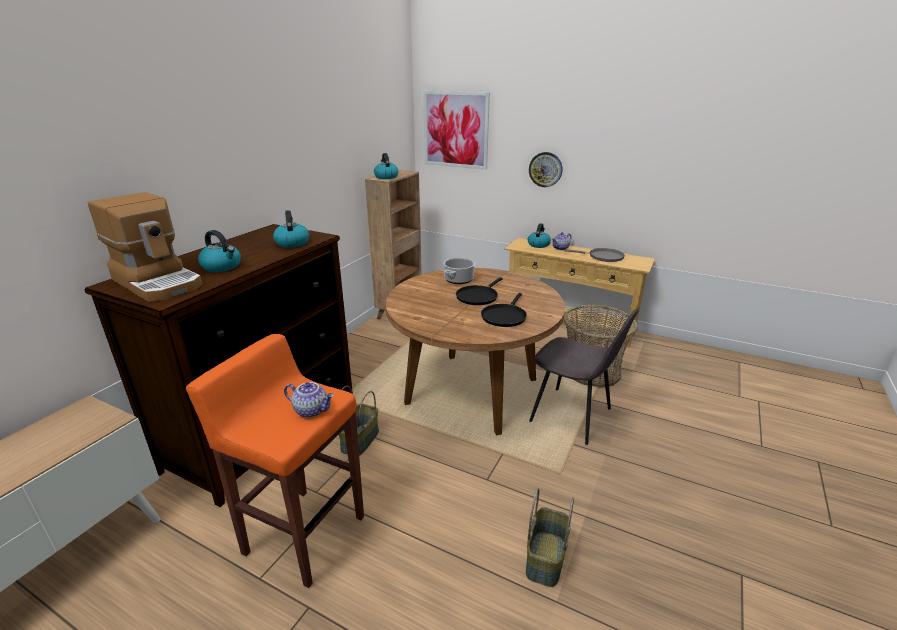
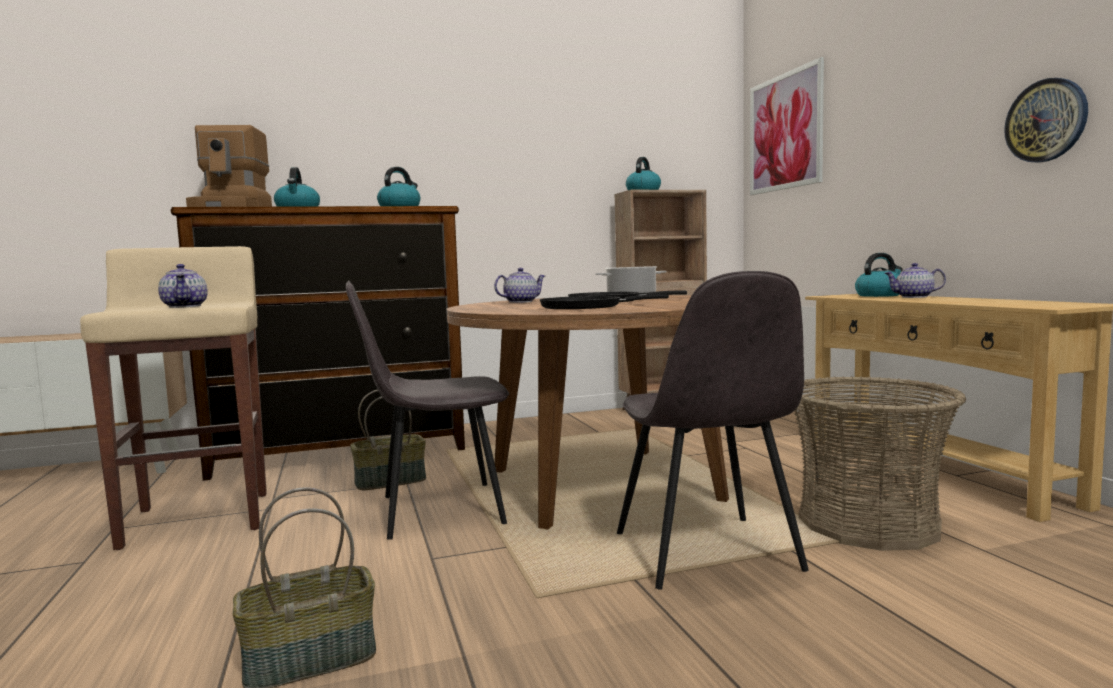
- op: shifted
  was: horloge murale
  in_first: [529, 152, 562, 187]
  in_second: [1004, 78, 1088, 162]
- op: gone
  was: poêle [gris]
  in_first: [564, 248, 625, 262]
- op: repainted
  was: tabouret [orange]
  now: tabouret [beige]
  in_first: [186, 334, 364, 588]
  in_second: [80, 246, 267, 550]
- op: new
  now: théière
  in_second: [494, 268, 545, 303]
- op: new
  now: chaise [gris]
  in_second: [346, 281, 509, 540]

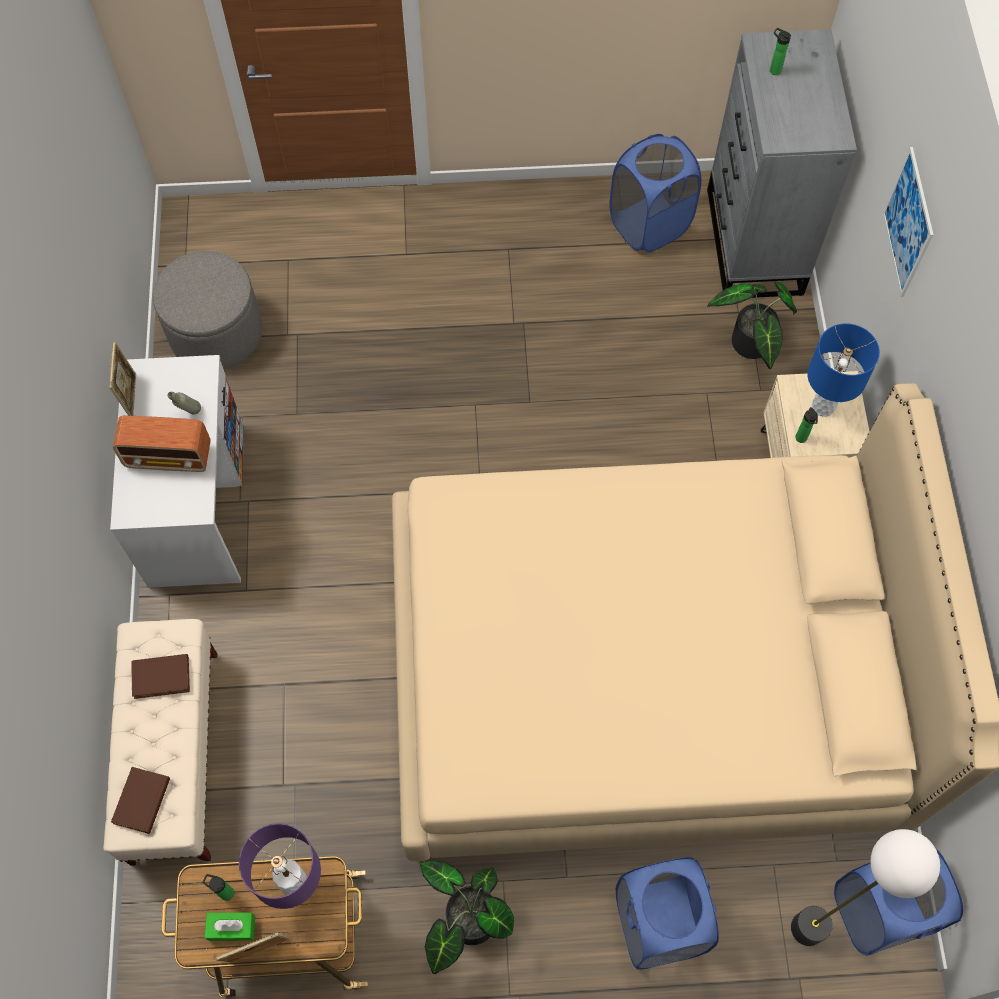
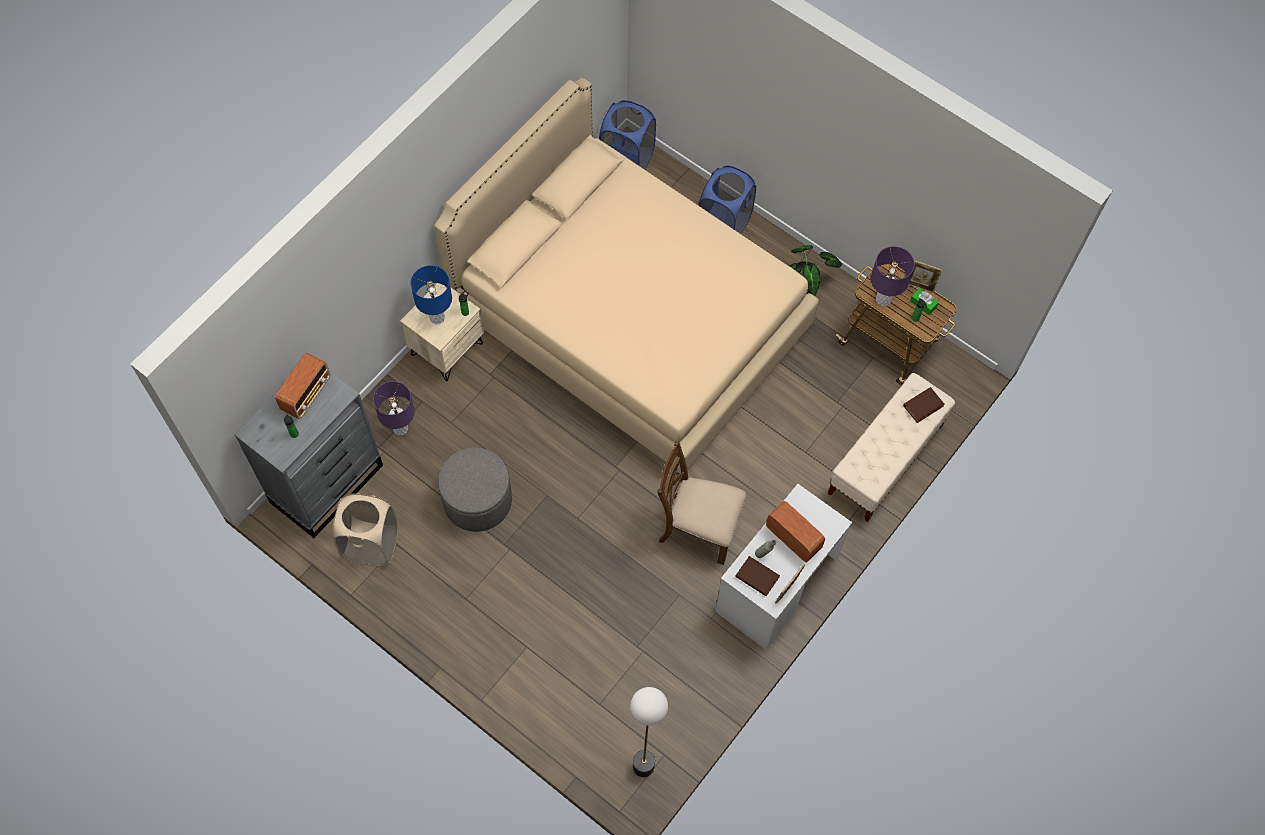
- op: repainted
  was: panier à linge [bleu]
  now: panier à linge [beige]
  in_first: [609, 134, 702, 252]
  in_second: [332, 493, 398, 567]
- op: gone
  was: tableau
  in_first: [883, 147, 933, 297]
- op: shifted
  was: pouf [gris]
  in_first: [153, 251, 263, 369]
  in_second: [438, 448, 512, 532]
- op: swapped
  was: plante en pot
  now: lampe de table [violet]
  in_first: [707, 281, 797, 369]
  in_second: [373, 381, 415, 435]
- op: shifted
  was: livre [marron]
  in_first: [132, 654, 190, 699]
  in_second: [735, 556, 780, 596]
- op: shifted
  was: lampadaire
  in_first: [791, 829, 940, 946]
  in_second: [630, 687, 668, 777]
- op: new
  now: radio
  in_second: [275, 353, 330, 419]
- op: new
  now: chaise [marron]
  in_second: [657, 441, 746, 565]

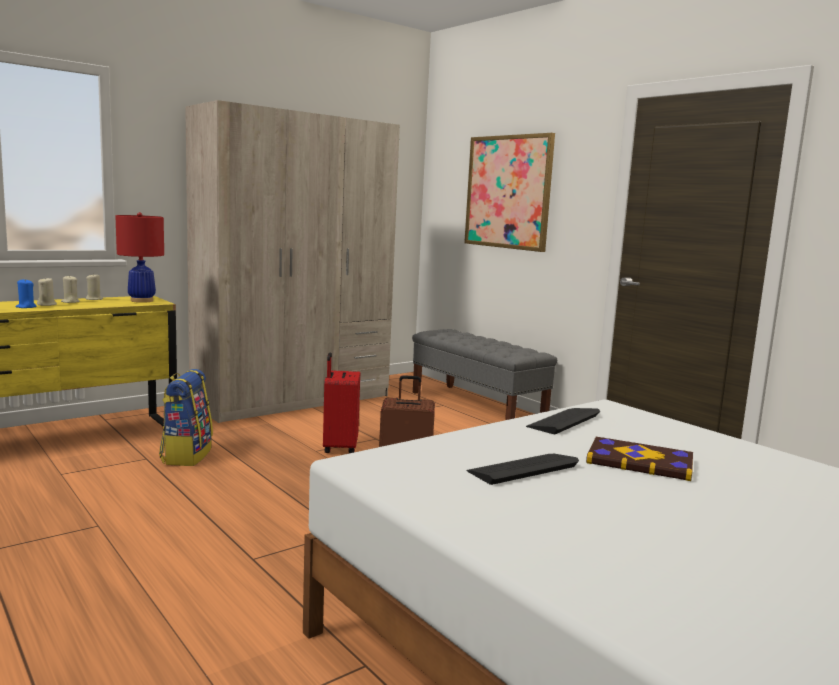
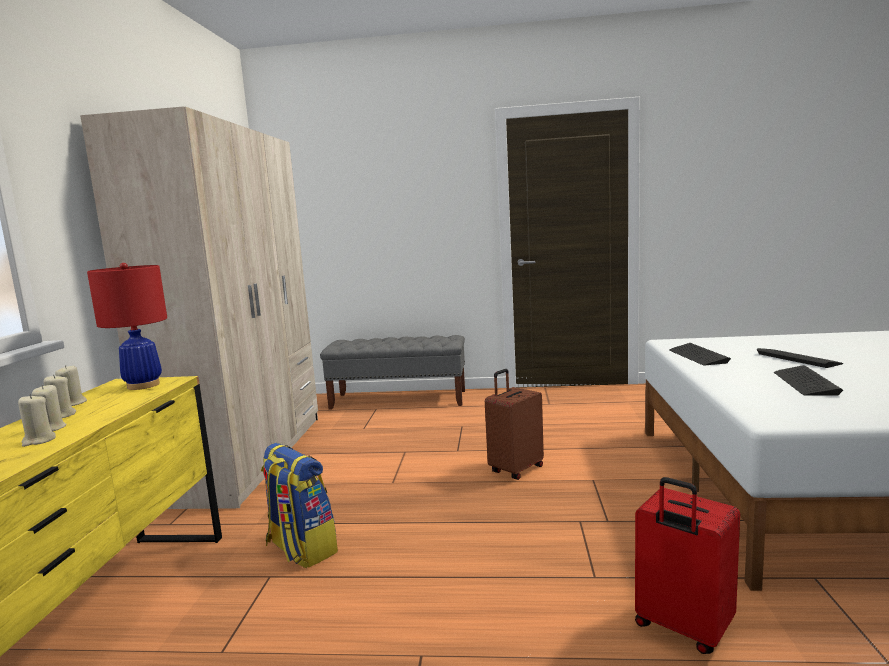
- op: gone
  was: tableau
  in_first: [464, 133, 555, 252]
- op: repainted
  was: bougie [bleu]
  now: bougie [beige]
  in_first: [16, 280, 37, 308]
  in_second: [18, 394, 56, 447]
- op: shifted
  was: valise [rouge]
  in_first: [323, 352, 360, 453]
  in_second: [635, 477, 740, 654]
- op: swapped
  was: livre
  now: clavier
  in_first: [586, 437, 693, 481]
  in_second: [757, 348, 844, 368]

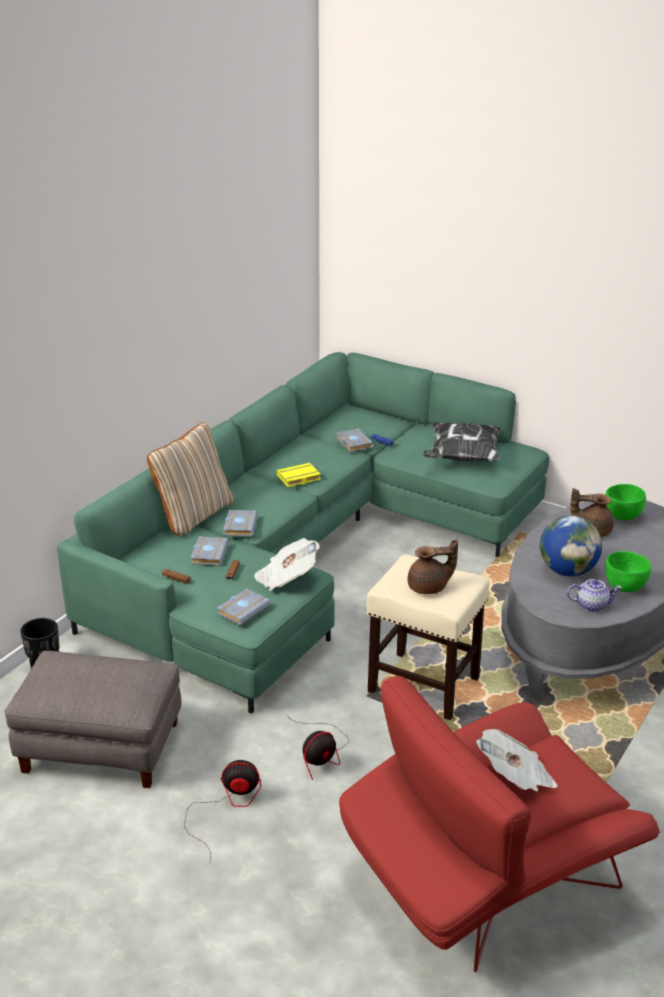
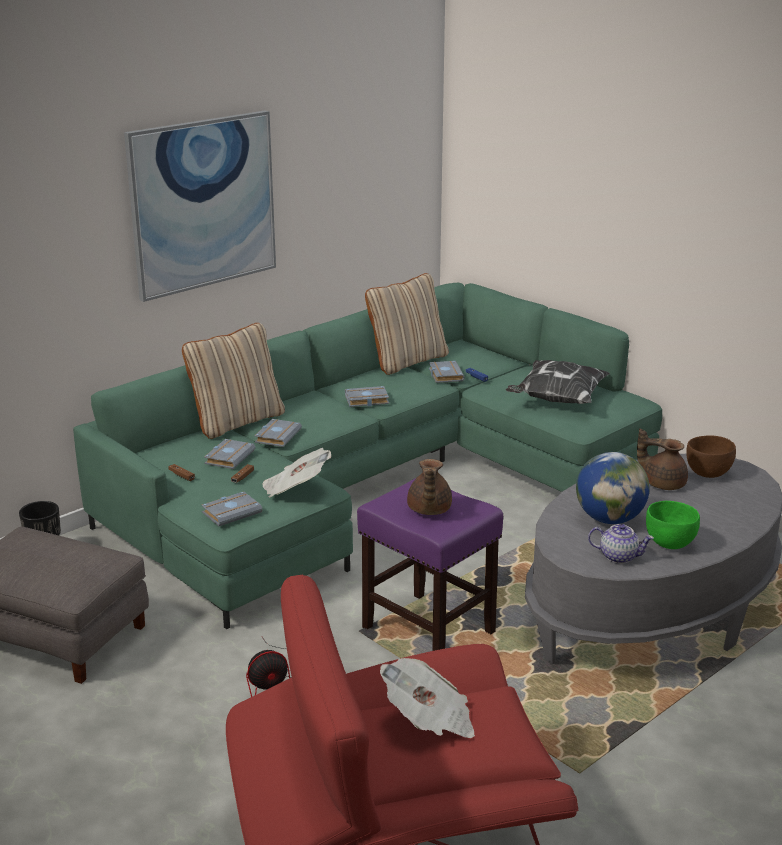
- op: repainted
  was: livre [jaune]
  now: livre [gris]
  in_first: [276, 463, 321, 487]
  in_second: [345, 386, 389, 407]
- op: repainted
  was: bol [vert]
  now: bol [marron]
  in_first: [605, 484, 646, 520]
  in_second: [686, 435, 736, 478]
- op: rotated
  was: théière [marron]
  in_first: [407, 539, 458, 594]
  in_second: [407, 459, 452, 515]
  clockwise: 90
- op: repainted
  was: tabouret [beige]
  now: tabouret [violet]
  in_first: [367, 554, 489, 720]
  in_second: [357, 478, 503, 651]
- op: gone
  was: ventilateur
  in_first: [184, 760, 261, 860]
- op: new
  now: tableau
  in_second: [124, 111, 276, 302]
- op: new
  now: coussin [beige]
  in_second: [365, 273, 449, 375]

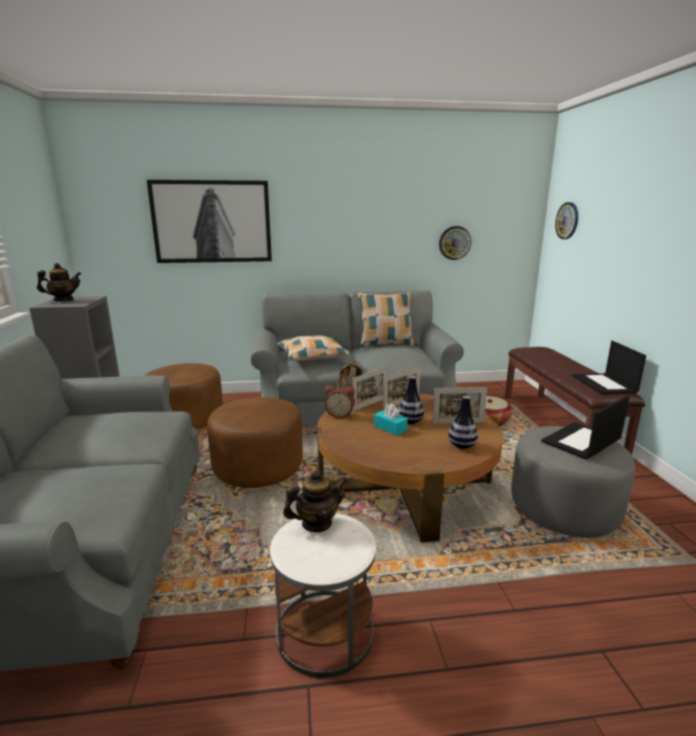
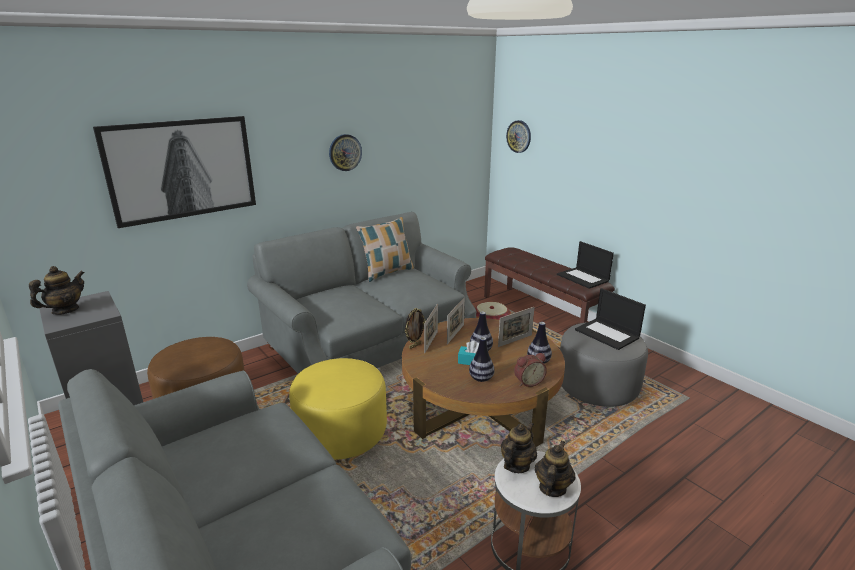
- op: shifted
  was: horloge murale
  in_first: [439, 226, 472, 260]
  in_second: [329, 134, 362, 171]
- op: gone
  was: coussin
  in_first: [277, 335, 350, 361]
- op: shifted
  was: réveil
  in_first: [325, 385, 355, 418]
  in_second: [514, 353, 547, 387]
- op: rotated
  was: ordinateur portable
  in_first: [541, 396, 630, 460]
  in_second: [575, 288, 646, 350]
  clockwise: -60
- op: repainted
  was: pouf [marron]
  now: pouf [jaune]
  in_first: [207, 397, 303, 488]
  in_second: [289, 358, 387, 460]
- op: new
  now: vase
  in_second: [469, 337, 494, 382]
- op: new
  now: théière
  in_second: [535, 440, 575, 497]

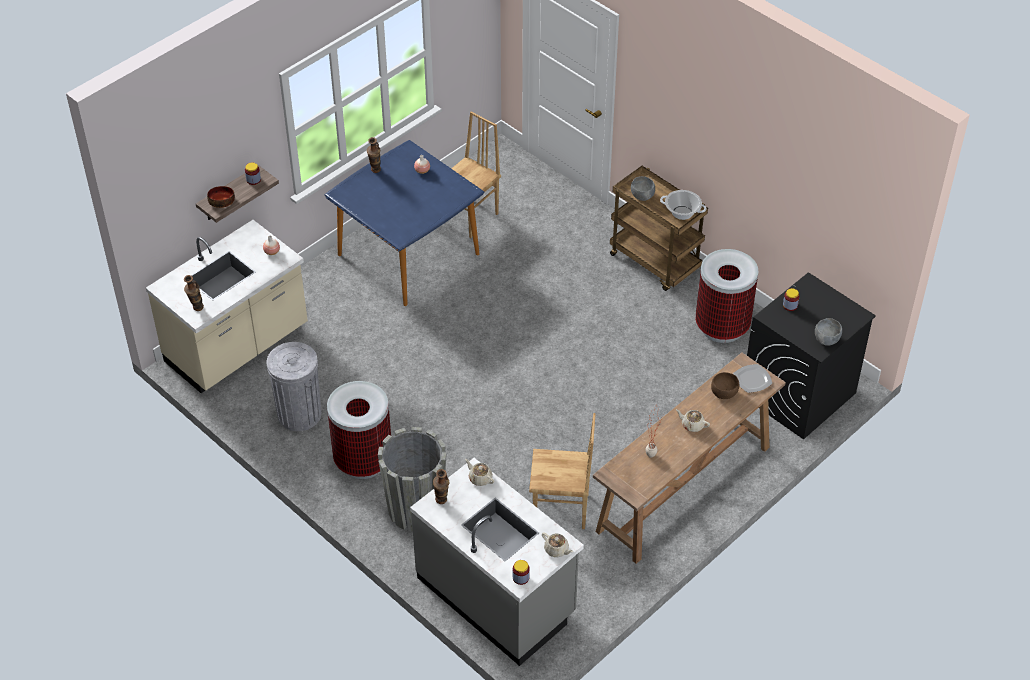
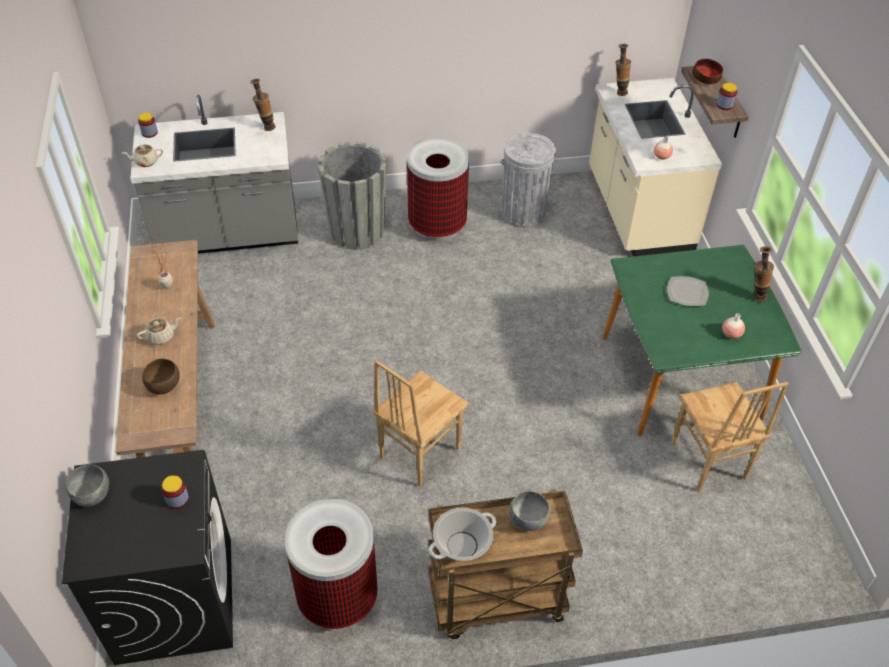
- op: repainted
  was: table à manger [bleu]
  now: table à manger [vert]
  in_first: [325, 140, 484, 306]
  in_second: [602, 245, 802, 436]
- op: shifted
  was: assiette
  in_first: [733, 364, 772, 393]
  in_second: [667, 276, 709, 306]
- op: shifted
  was: chaise [marron]
  in_first: [529, 413, 596, 529]
  in_second: [373, 360, 469, 487]
- op: gone
  was: théière [beige]
  in_first: [465, 459, 494, 486]

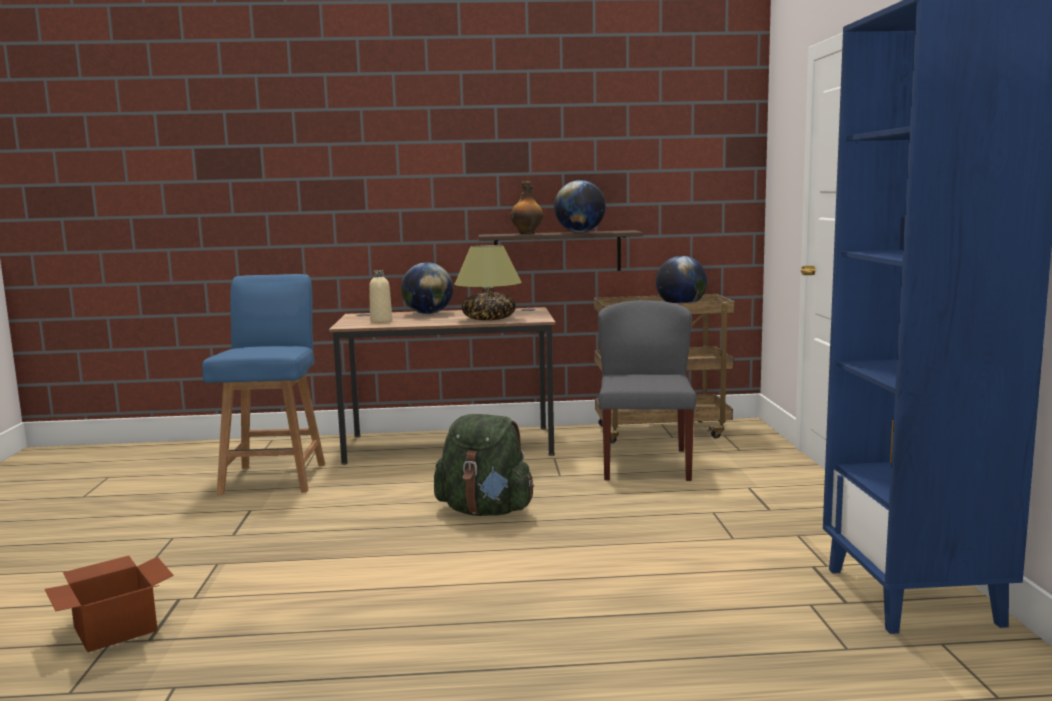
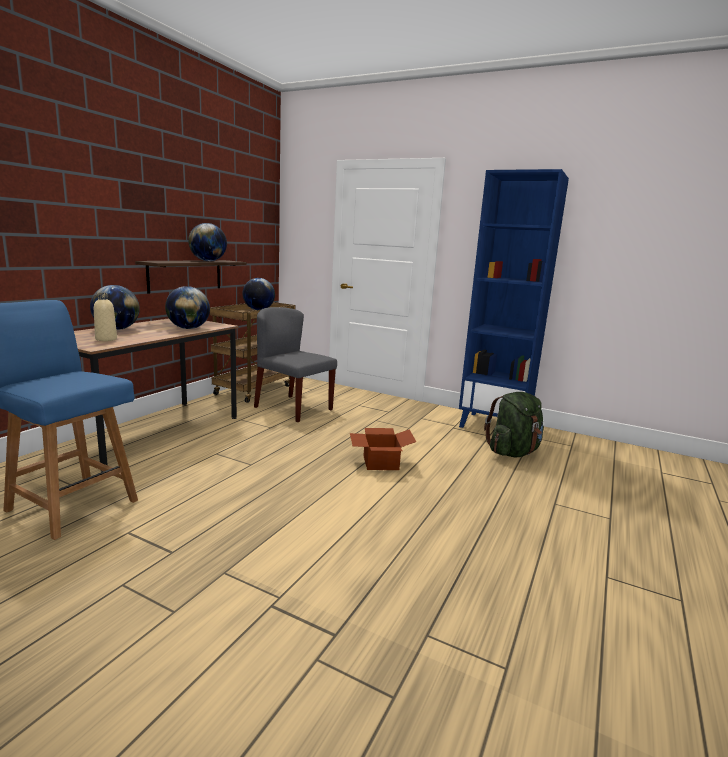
- op: gone
  was: bouteille
  in_first: [510, 181, 543, 234]
- op: swapped
  was: lampe de table
  now: globe
  in_first: [455, 245, 521, 321]
  in_second: [165, 286, 210, 329]
- op: shifted
  was: sac à dos [vert]
  in_first: [434, 414, 534, 516]
  in_second: [484, 392, 544, 457]
- op: shifted
  was: carton
  in_first: [44, 556, 174, 652]
  in_second: [350, 428, 416, 470]

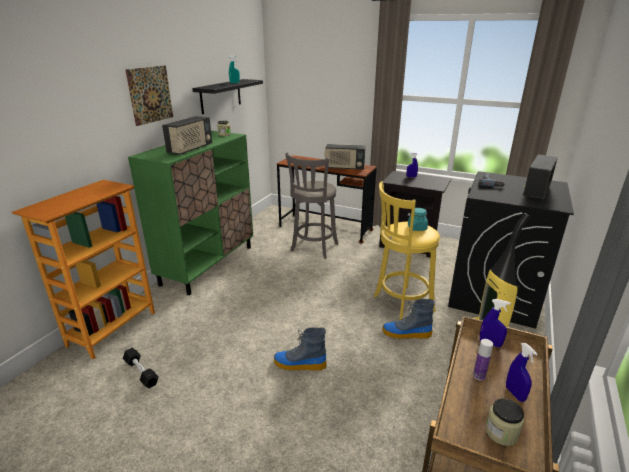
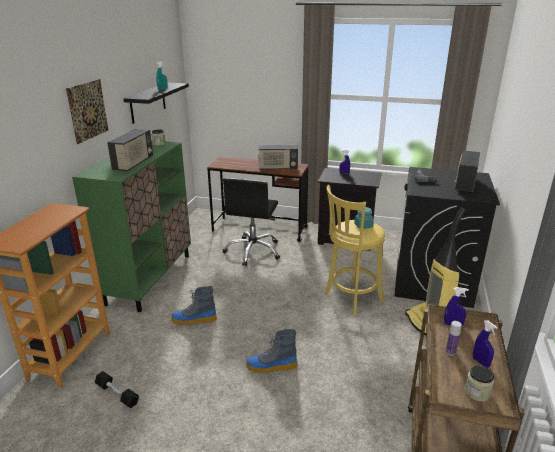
- op: swapped
  was: tabouret [gris]
  now: chaise de bureau [noir]
  in_first: [285, 153, 338, 259]
  in_second: [222, 178, 280, 266]
- op: shifted
  was: botte
  in_first: [382, 299, 435, 339]
  in_second: [171, 286, 217, 325]

